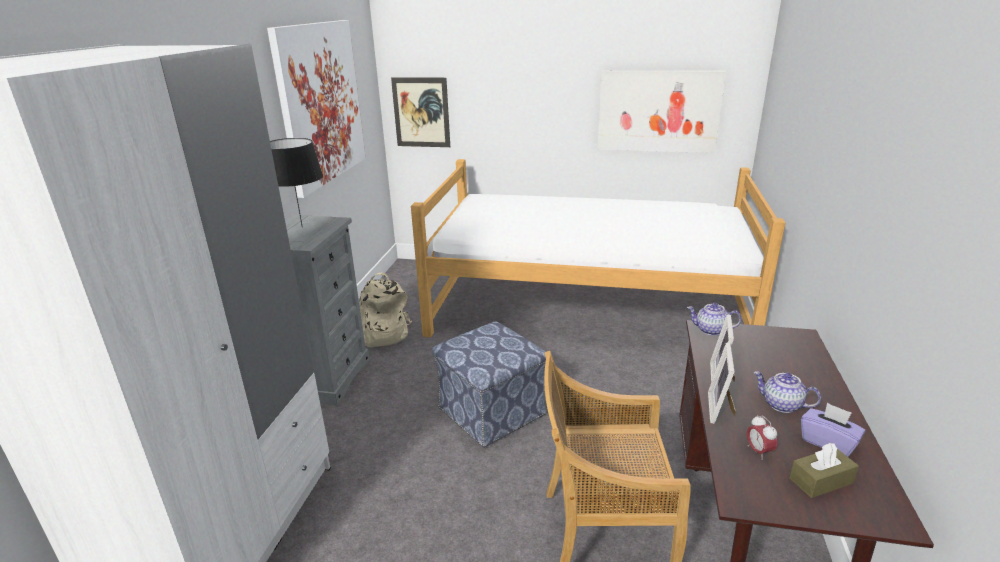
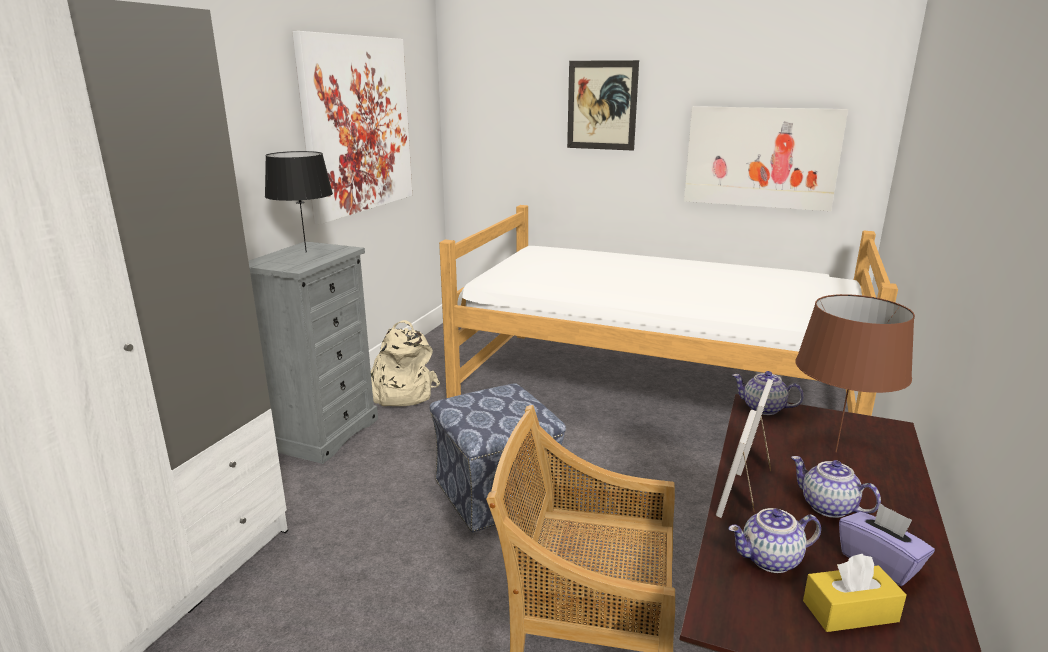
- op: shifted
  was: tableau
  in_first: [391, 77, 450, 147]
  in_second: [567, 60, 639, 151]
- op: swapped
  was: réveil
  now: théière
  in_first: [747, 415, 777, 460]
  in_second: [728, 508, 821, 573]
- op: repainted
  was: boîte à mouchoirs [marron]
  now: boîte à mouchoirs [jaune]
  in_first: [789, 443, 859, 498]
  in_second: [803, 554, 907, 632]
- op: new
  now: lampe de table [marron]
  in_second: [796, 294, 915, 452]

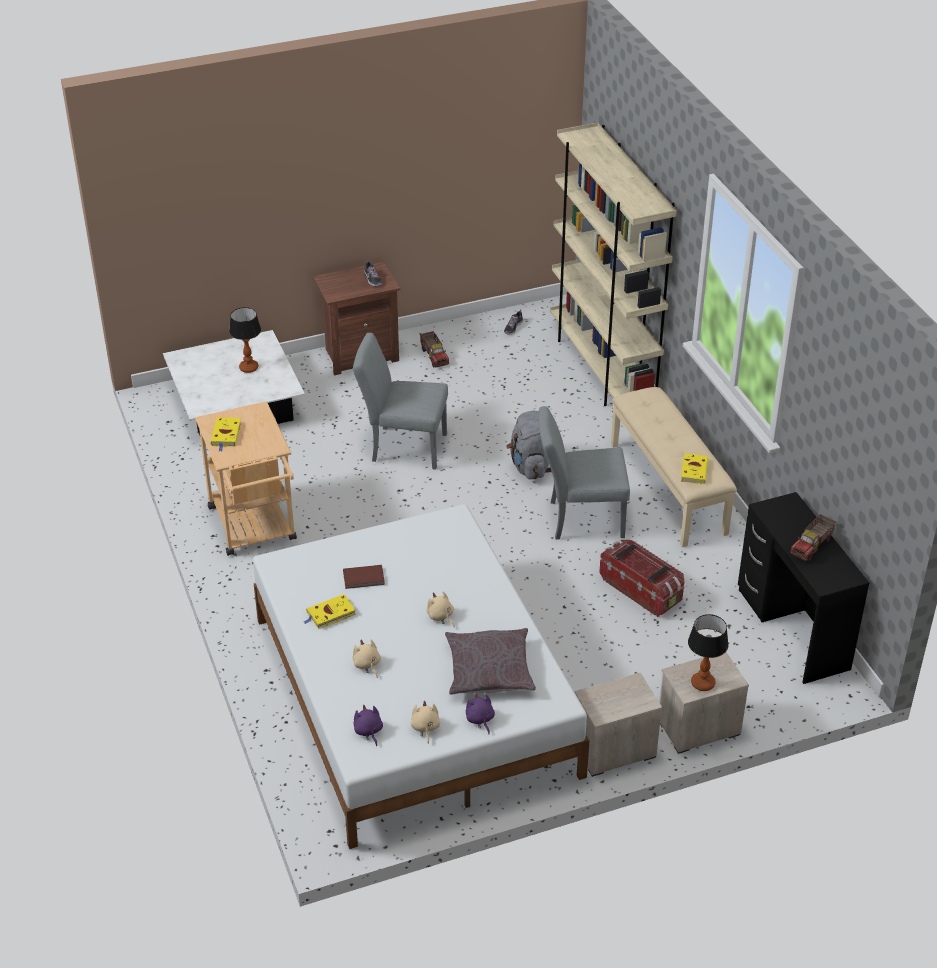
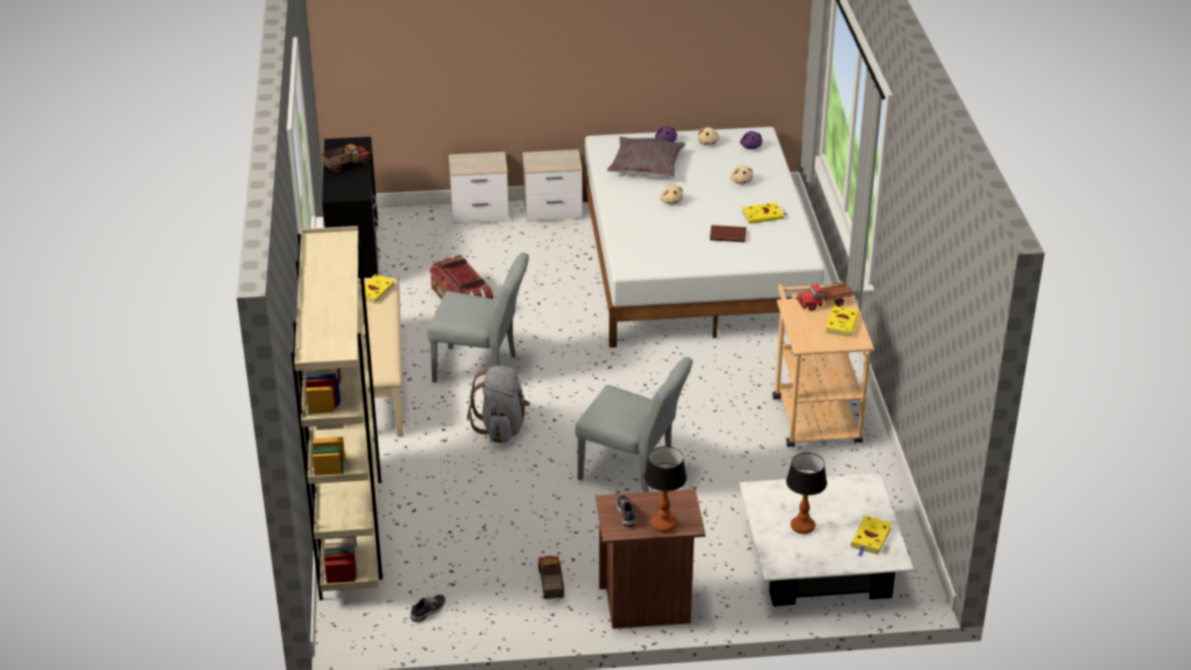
- op: shifted
  was: lampe de table
  in_first: [688, 614, 729, 691]
  in_second: [644, 446, 687, 532]
- op: new
  now: camion jouet
  in_second: [796, 282, 853, 311]
- op: new
  now: livre [jaune]
  in_second: [851, 516, 892, 557]

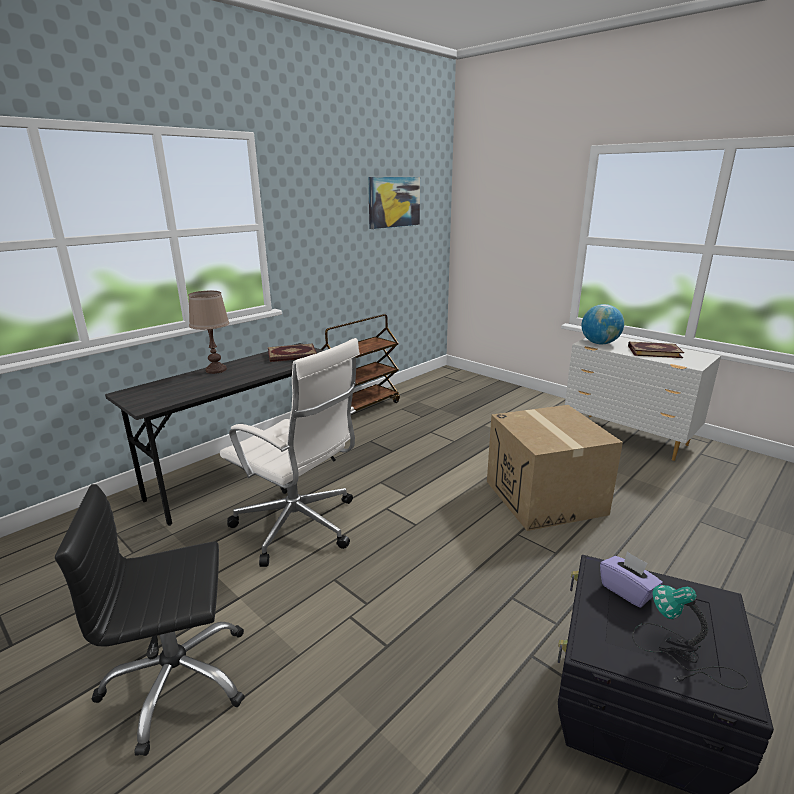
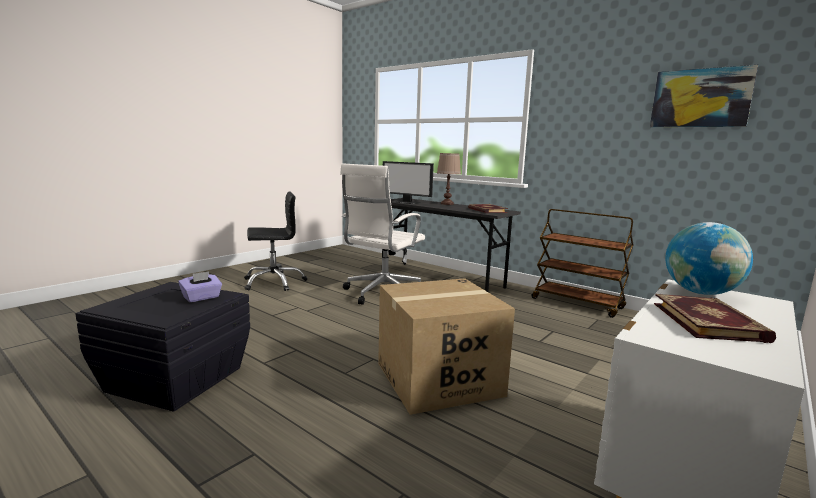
- op: rotated
  was: chaise de bureau [noir]
  in_first: [55, 484, 245, 756]
  in_second: [244, 191, 307, 291]
  clockwise: 90
- op: gone
  was: lampe de table
  in_first: [632, 585, 748, 689]
- op: new
  now: écran d'ordinateur
  in_second: [383, 161, 434, 204]

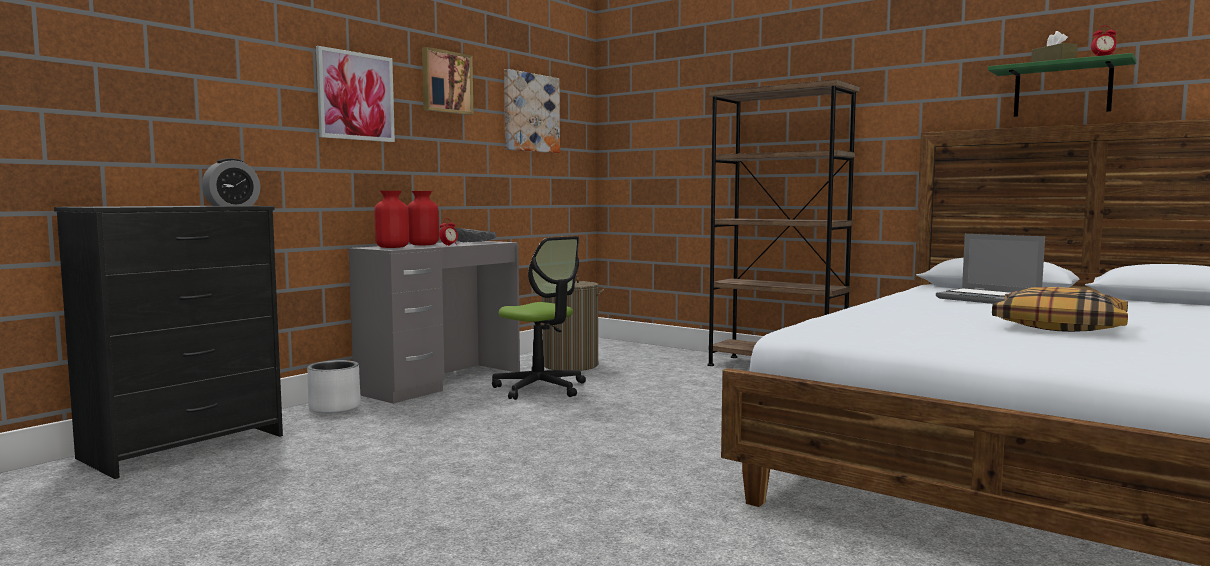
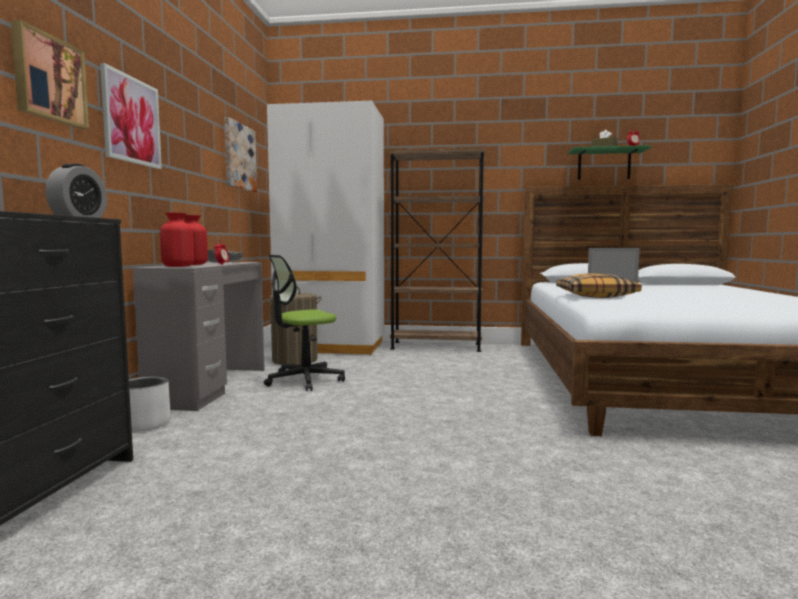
- op: shifted
  was: tableau
  in_first: [422, 47, 473, 115]
  in_second: [11, 20, 89, 129]
- op: rotated
  was: chaise de bureau
  in_first: [492, 236, 586, 400]
  in_second: [264, 255, 345, 391]
  clockwise: 135
- op: shifted
  was: coussin
  in_first: [992, 287, 1128, 332]
  in_second: [556, 274, 642, 298]
- op: new
  now: armoire [blanc]
  in_second: [267, 101, 384, 355]

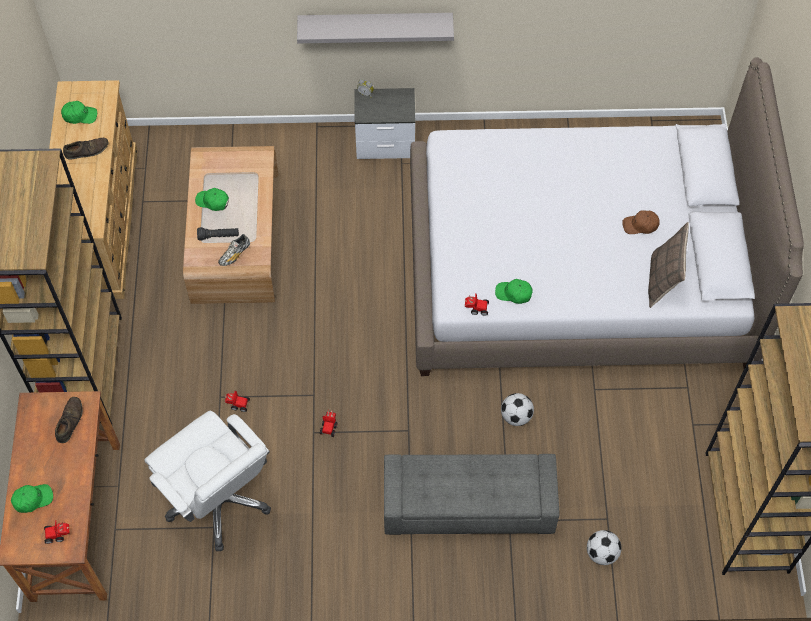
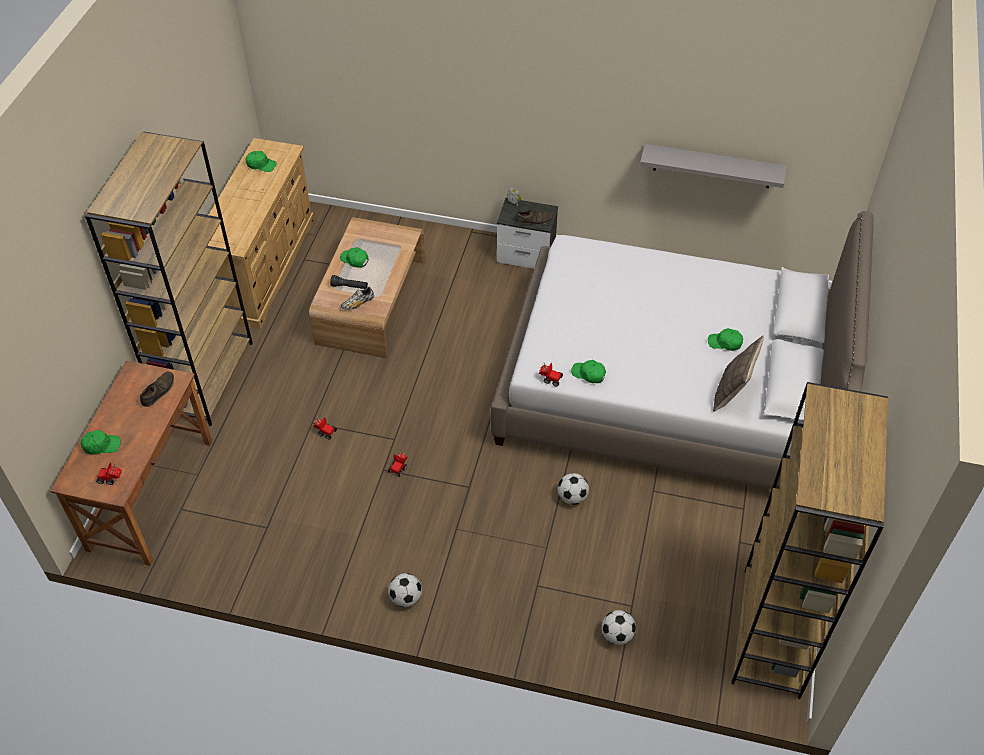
- op: shifted
  was: étagère [gris]
  in_first: [297, 13, 454, 43]
  in_second: [640, 144, 787, 188]
- op: shifted
  was: chaussure [marron]
  in_first: [63, 138, 108, 159]
  in_second: [515, 210, 554, 225]
- op: repainted
  was: casquette [marron]
  now: casquette [vert]
  in_first: [622, 211, 660, 234]
  in_second: [708, 328, 743, 351]
- op: gone
  was: chaise de bureau [blanc]
  in_first: [144, 411, 271, 551]
- op: gone
  was: pouf [gris]
  in_first: [384, 454, 560, 535]
- op: new
  now: ballon de foot
  in_second: [388, 573, 422, 607]

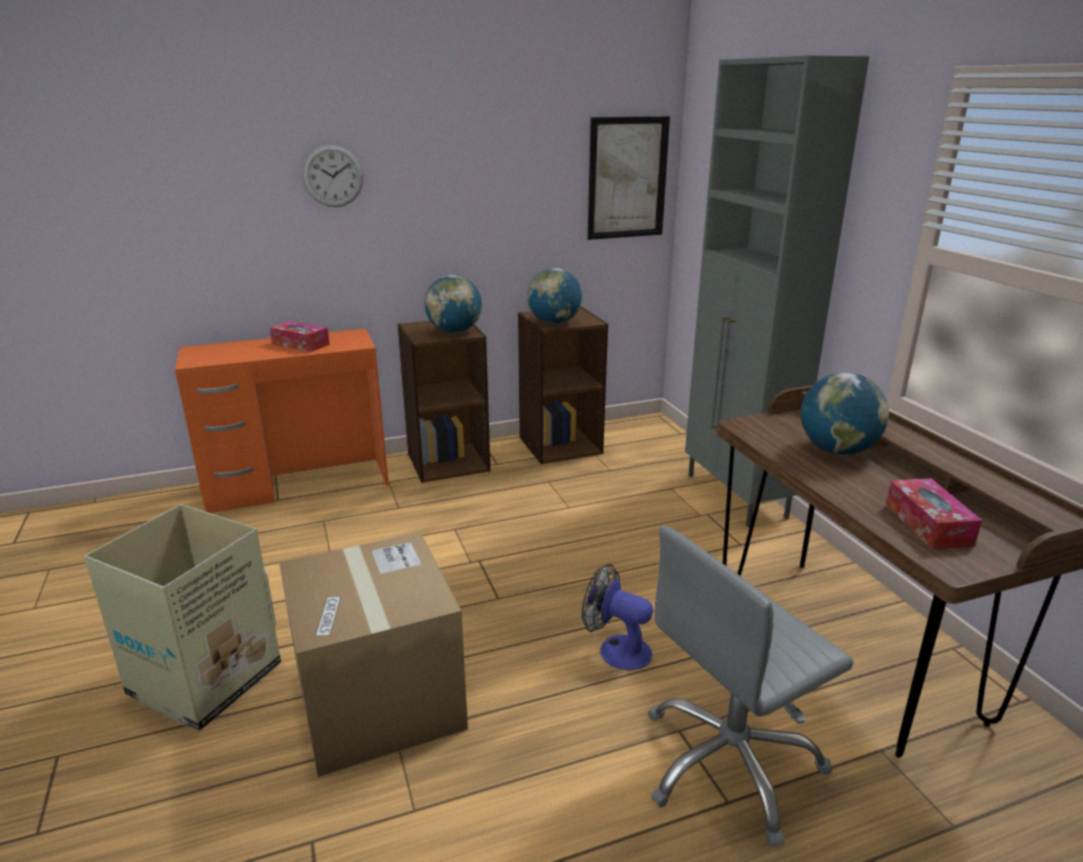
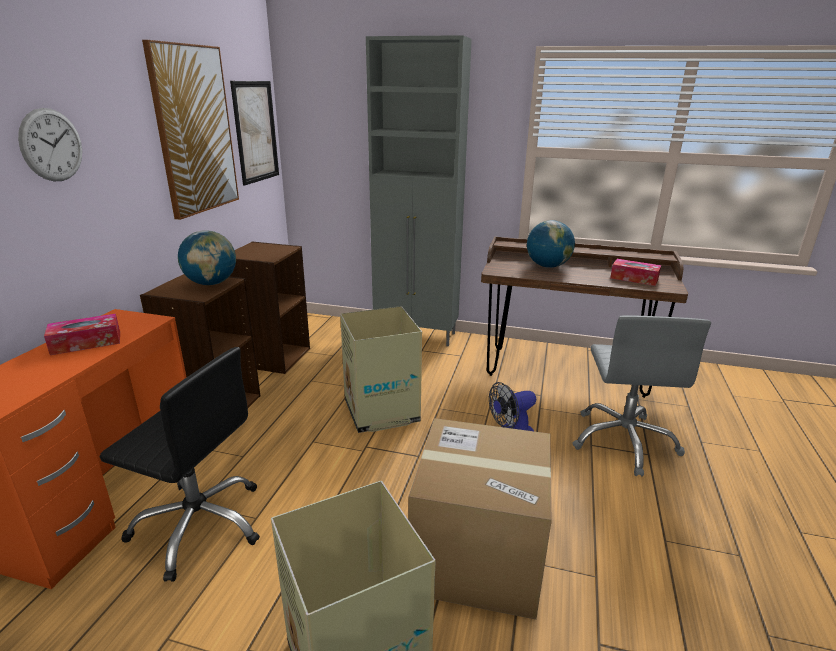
- op: gone
  was: globe
  in_first: [527, 268, 582, 324]
- op: new
  now: tableau
  in_second: [142, 40, 239, 220]
- op: new
  now: carton
  in_second: [340, 306, 422, 433]
- op: new
  now: chaise de bureau [noir]
  in_second: [100, 347, 260, 582]

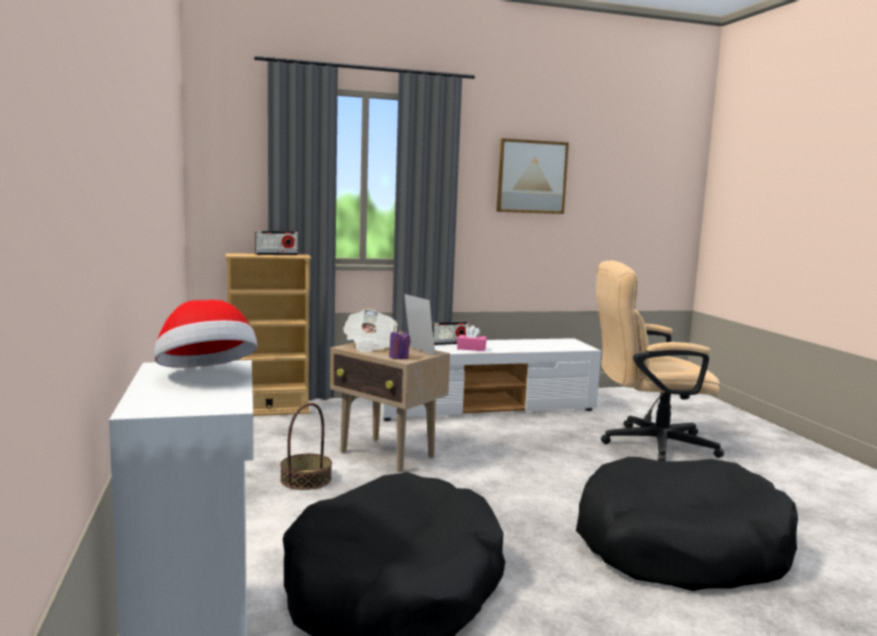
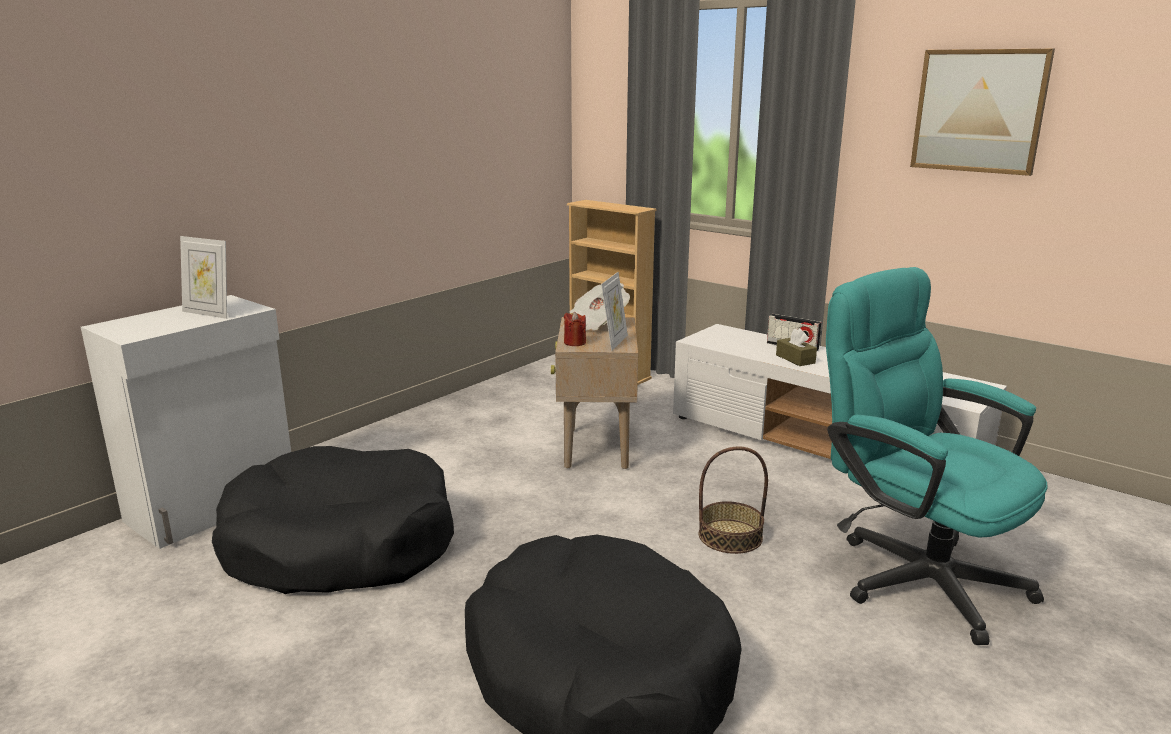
- op: gone
  was: radio
  in_first: [255, 231, 298, 255]
- op: repainted
  was: chaise de bureau [beige]
  now: chaise de bureau [turquoise]
  in_first: [596, 260, 724, 461]
  in_second: [826, 267, 1048, 645]
- op: swapped
  was: chapeau
  now: cadre photo
  in_first: [154, 300, 257, 367]
  in_second: [180, 236, 227, 319]
- op: repainted
  was: boîte à mouchoirs [rose]
  now: boîte à mouchoirs [marron]
  in_first: [457, 325, 486, 351]
  in_second: [776, 328, 817, 366]
- op: repainted
  was: bougie [violet]
  now: bougie [rouge]
  in_first: [389, 329, 411, 359]
  in_second: [564, 312, 586, 346]
- op: shifted
  was: panier
  in_first: [280, 403, 332, 490]
  in_second: [699, 447, 768, 554]

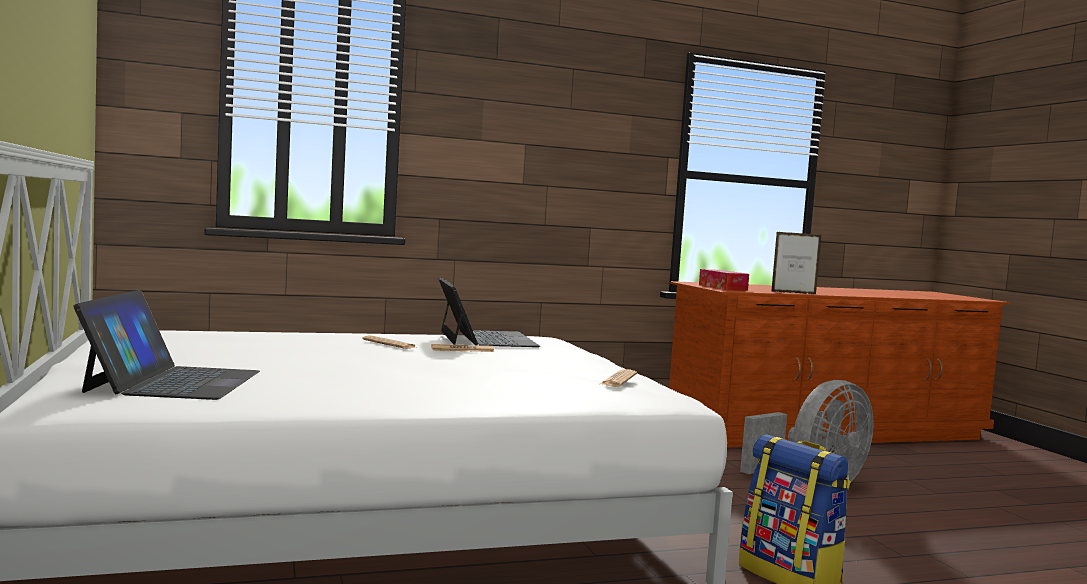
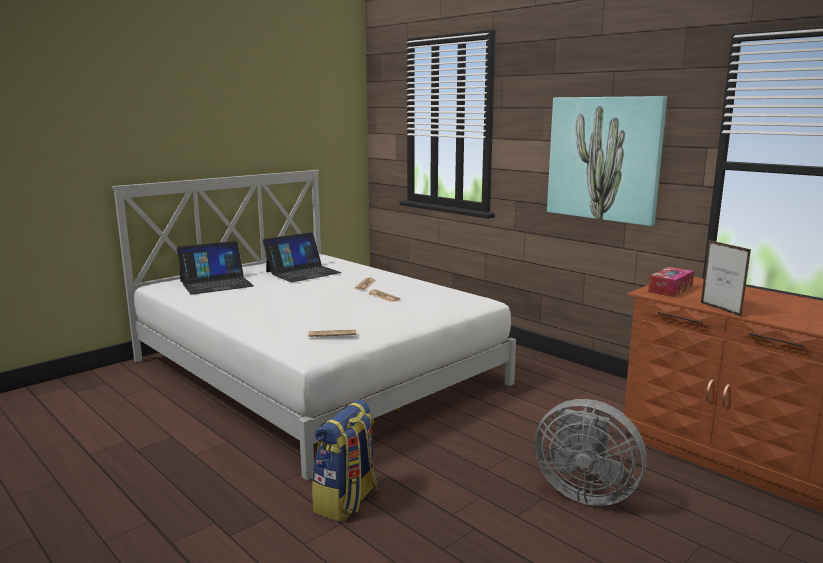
- op: shifted
  was: ordinateur portable
  in_first: [439, 278, 540, 347]
  in_second: [263, 232, 341, 282]
- op: new
  now: tableau
  in_second: [547, 96, 667, 226]

